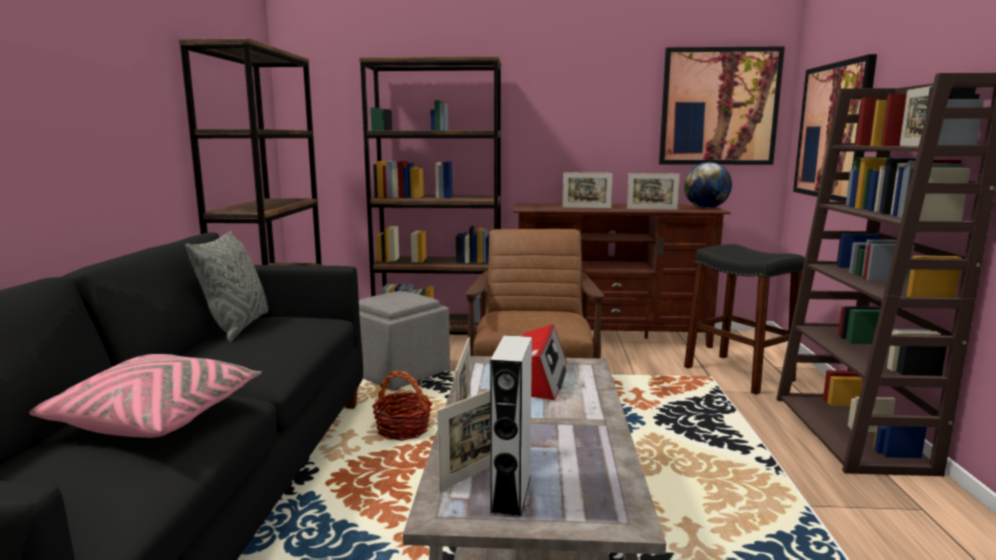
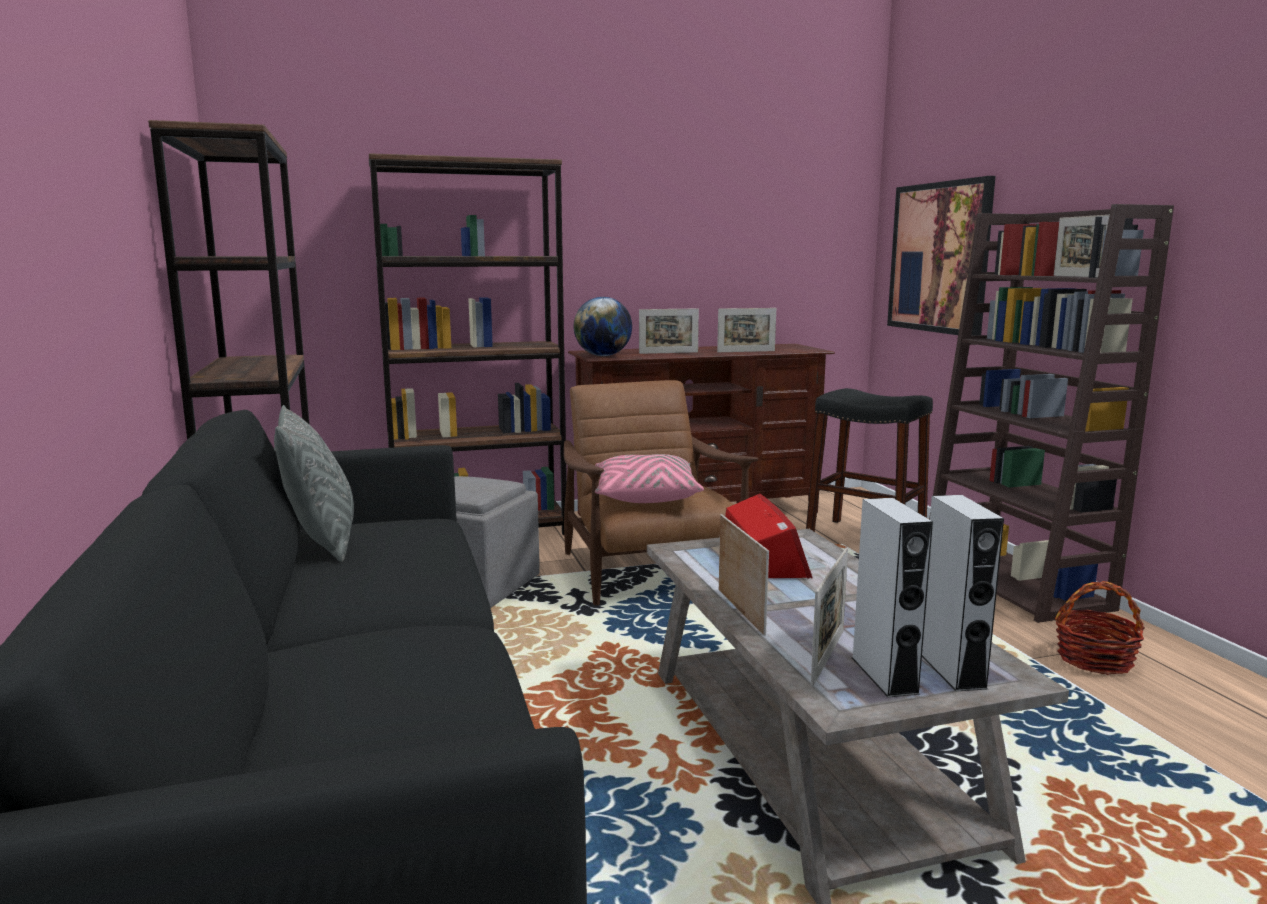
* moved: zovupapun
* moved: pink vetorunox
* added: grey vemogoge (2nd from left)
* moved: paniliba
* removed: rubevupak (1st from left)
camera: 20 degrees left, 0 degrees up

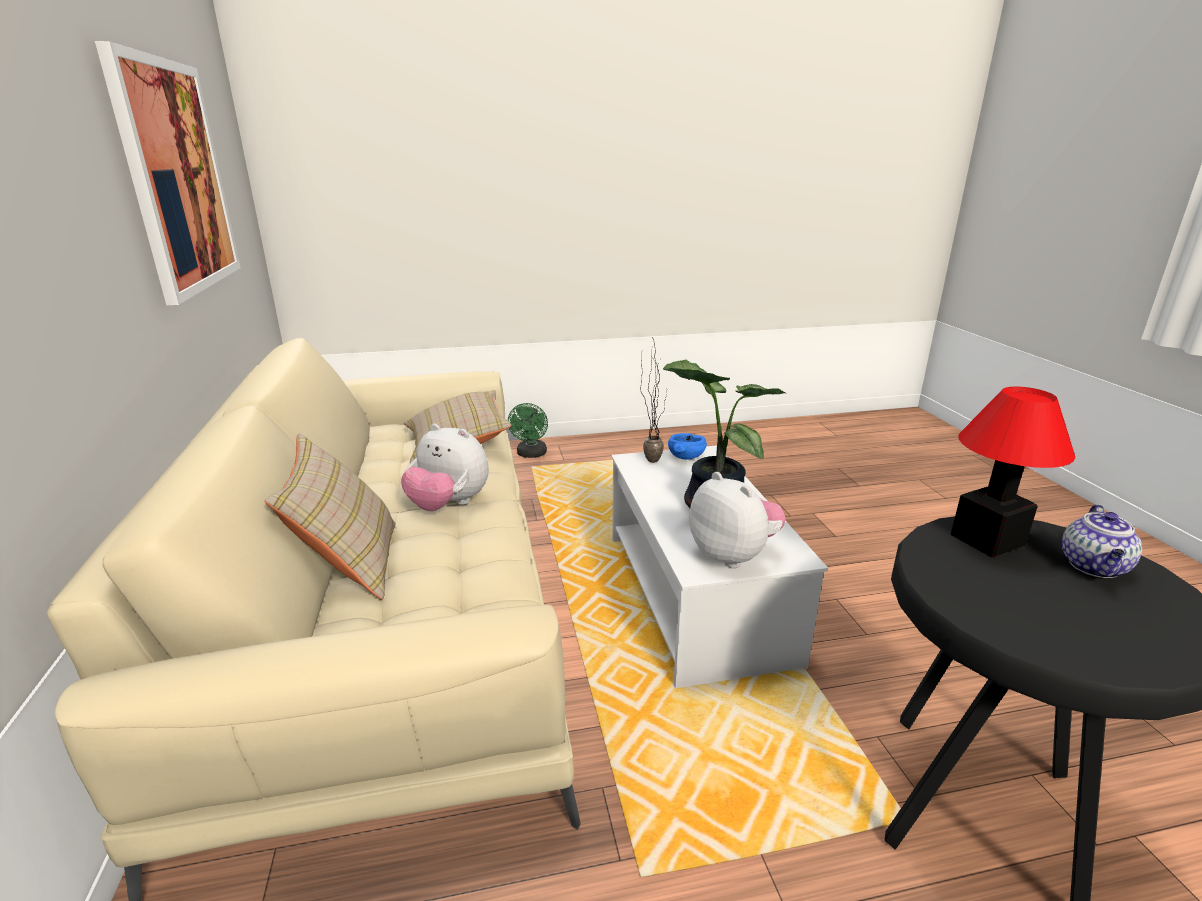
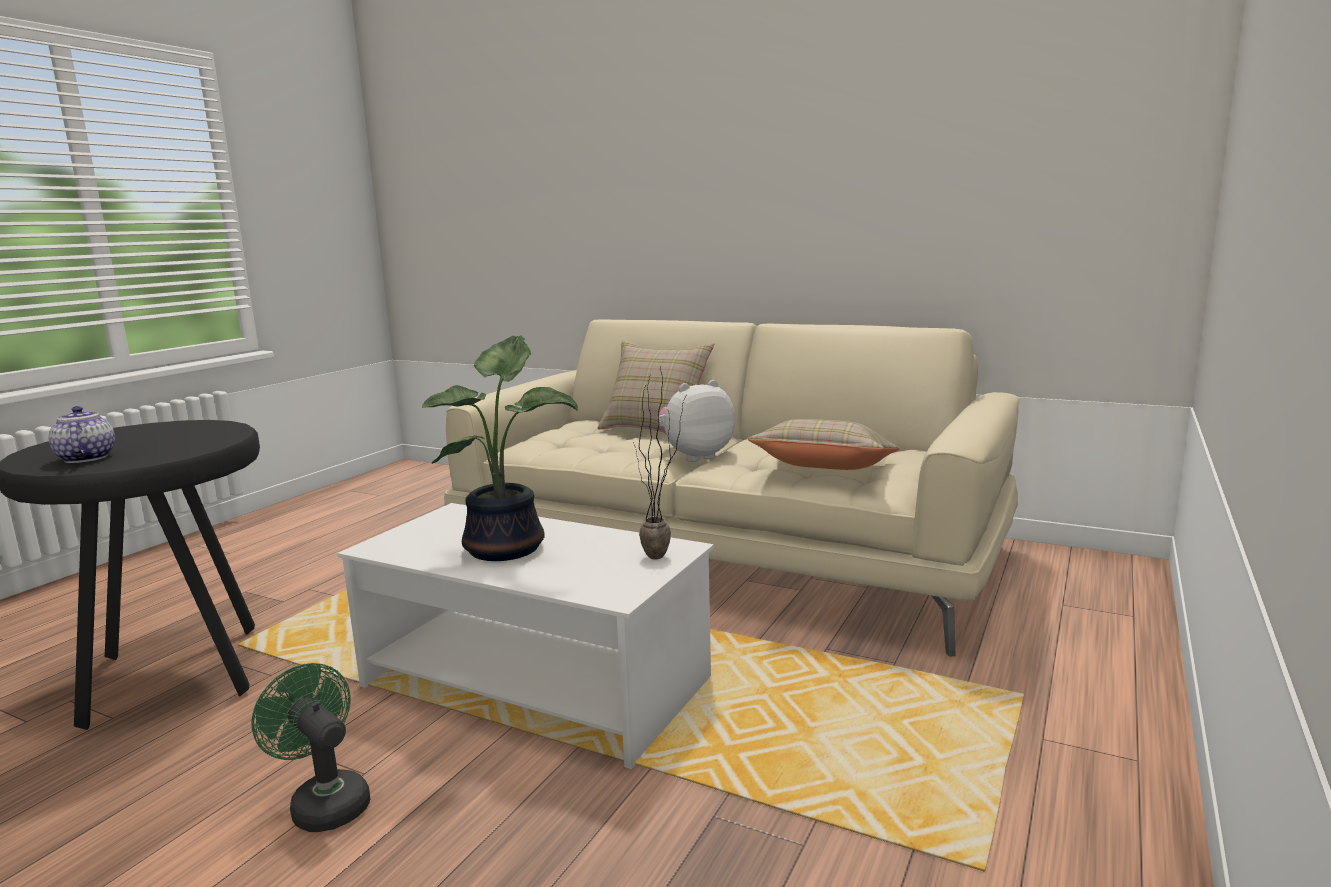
* moved: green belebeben
* removed: rubevupak
* removed: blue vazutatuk
* removed: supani (2nd from left)
* removed: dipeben
camera: 130 degrees right, 10 degrees down

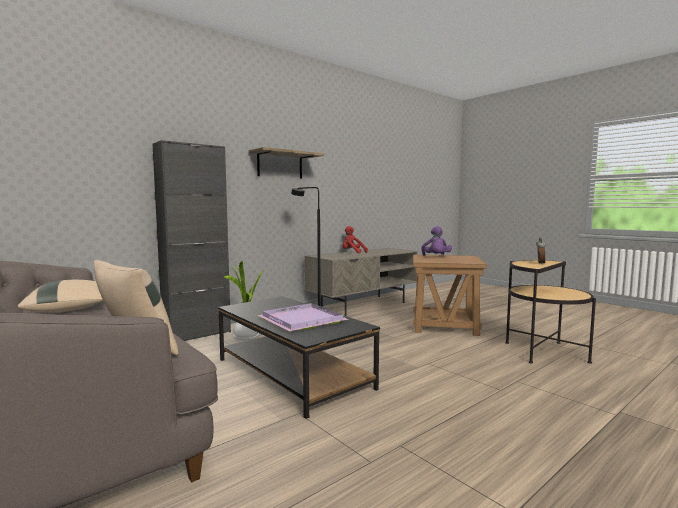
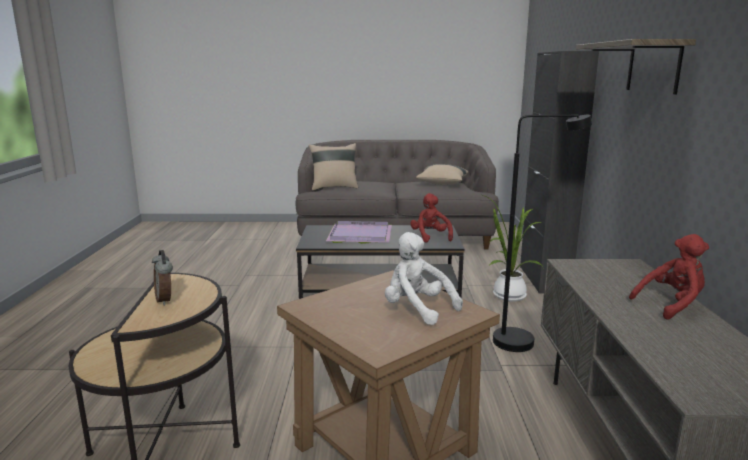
* recoloured: purple supani to white supani
* added: red supani (1st from left)
camera: 130 degrees right, 10 degrees up

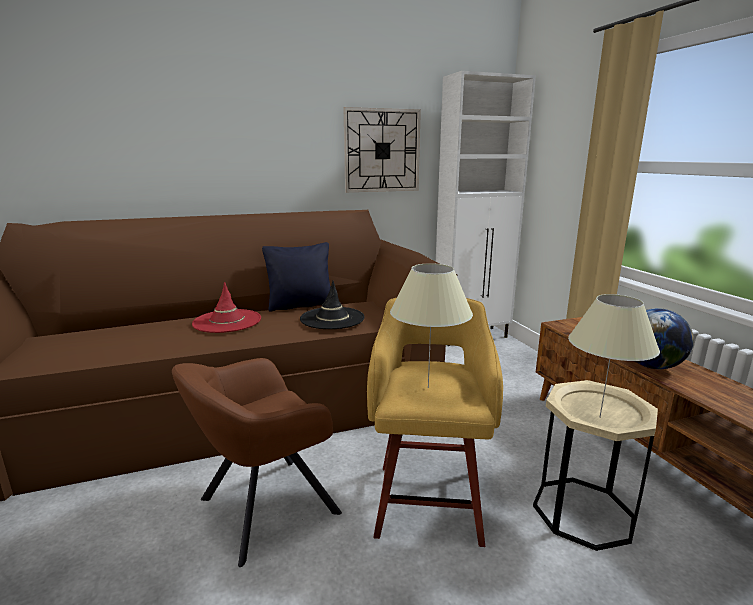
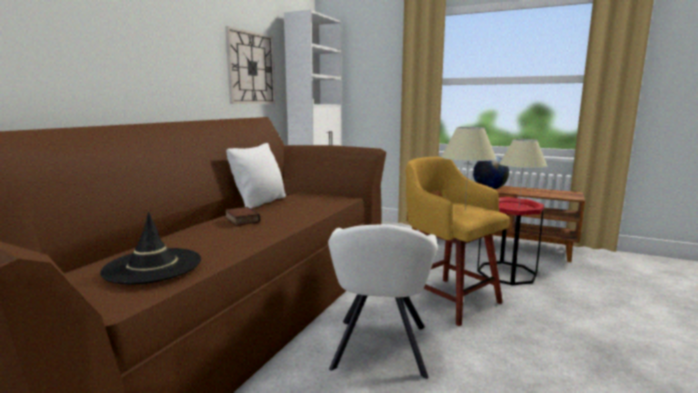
* moved: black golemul
* replaced: red golemul to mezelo
* recoloured: black vetorunox to white vetorunox
* recoloured: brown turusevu to white turusevu
* recoloured: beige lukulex to red lukulex
camera: 45 degrees left, 5 degrees down

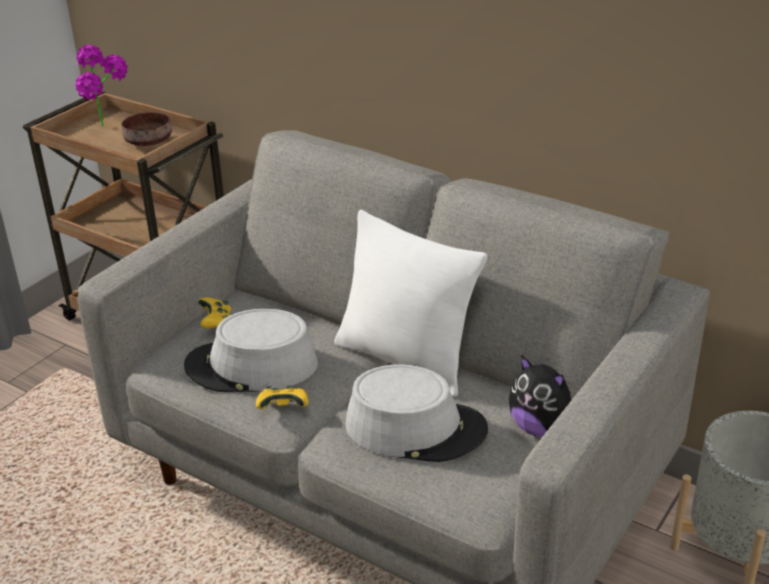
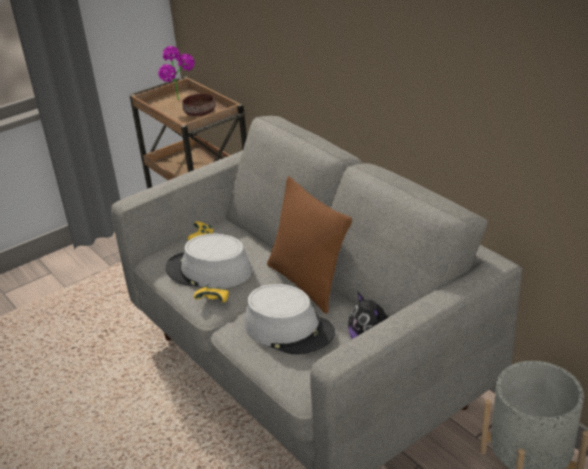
* recoloured: white vetorunox to brown vetorunox
camera: 20 degrees right, 0 degrees up

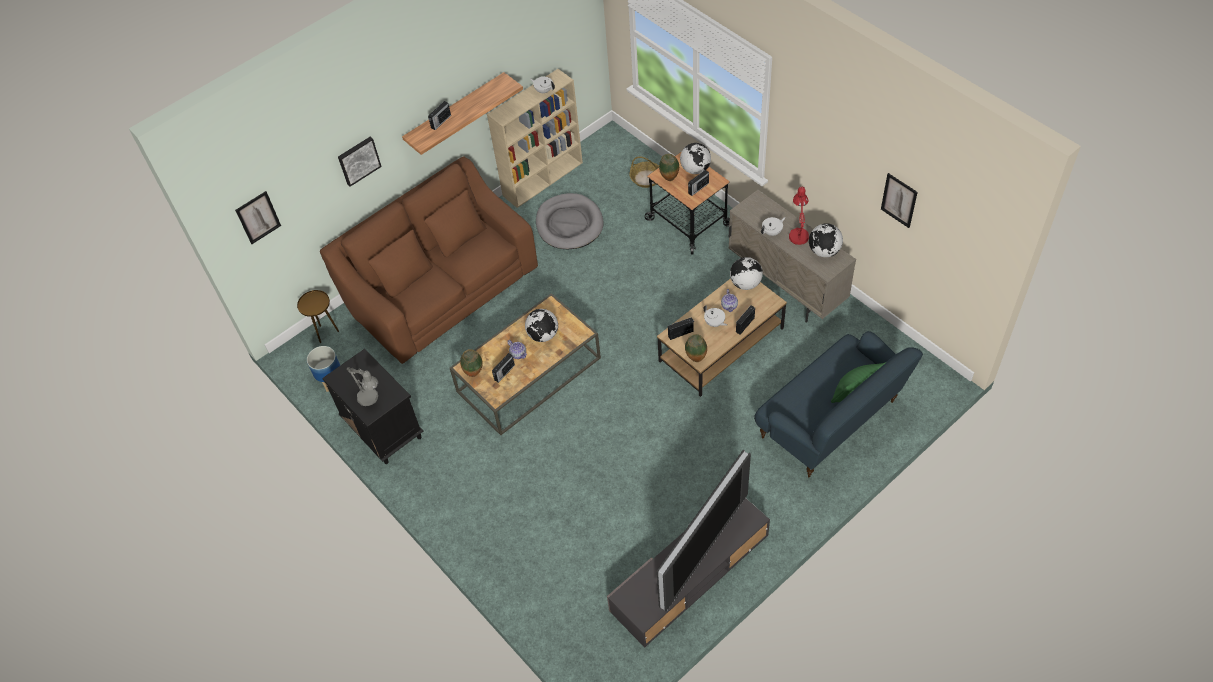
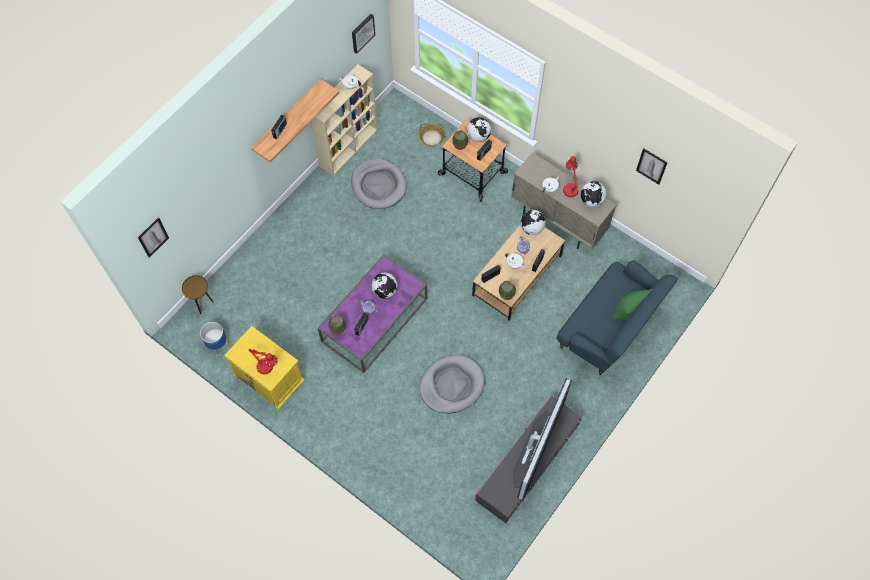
* recoloured: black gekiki to yellow gekiki
* recoloured: grey dipeben to red dipeben (1st from left)
* recoloured: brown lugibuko (1st from left) to purple lugibuko
* moved: rubevupak (2nd from left)
* added: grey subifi (2nd from left)
* removed: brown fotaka
camera: 15 degrees left, 10 degrees up

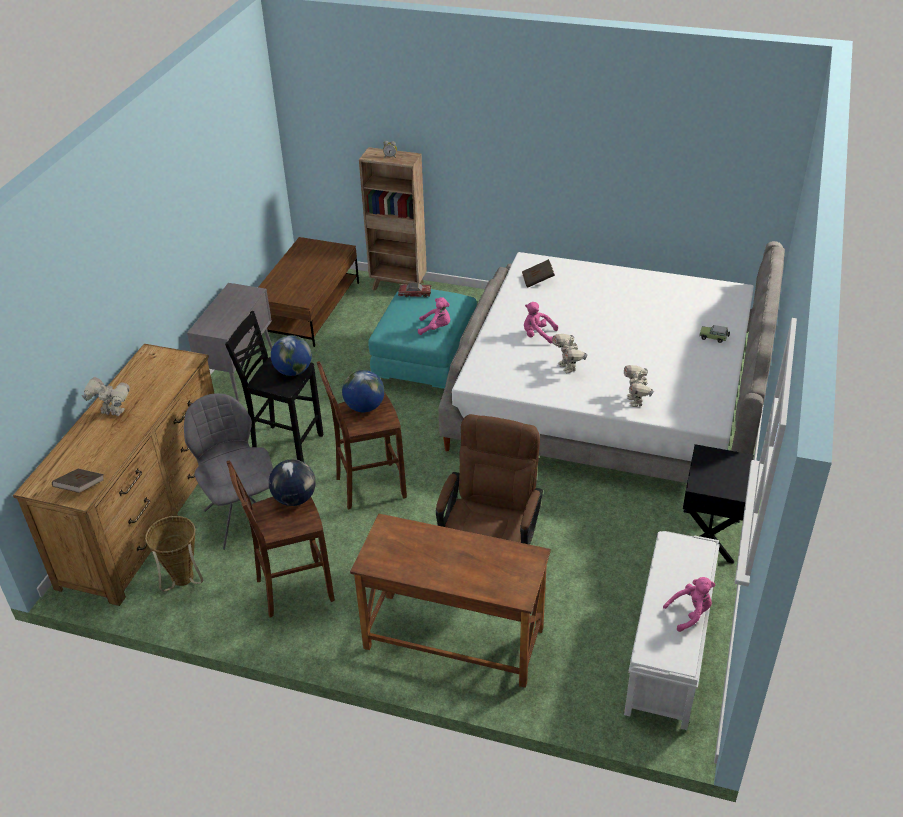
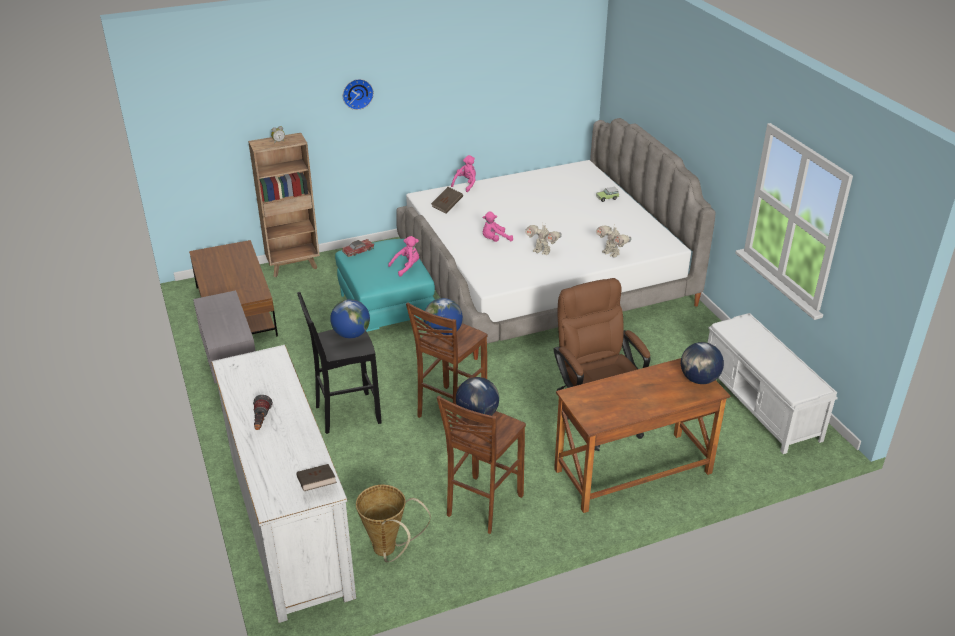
* recoloured: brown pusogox to white pusogox
* replaced: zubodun (1st from left) to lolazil
* added: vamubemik
* moved: pink supani (3rd from left in the first image) to pink supani (2nd from left)
* added: zovupapun (4th from left)
* removed: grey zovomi
* removed: black gekiki
camera: 40 degrees left, 5 degrees down

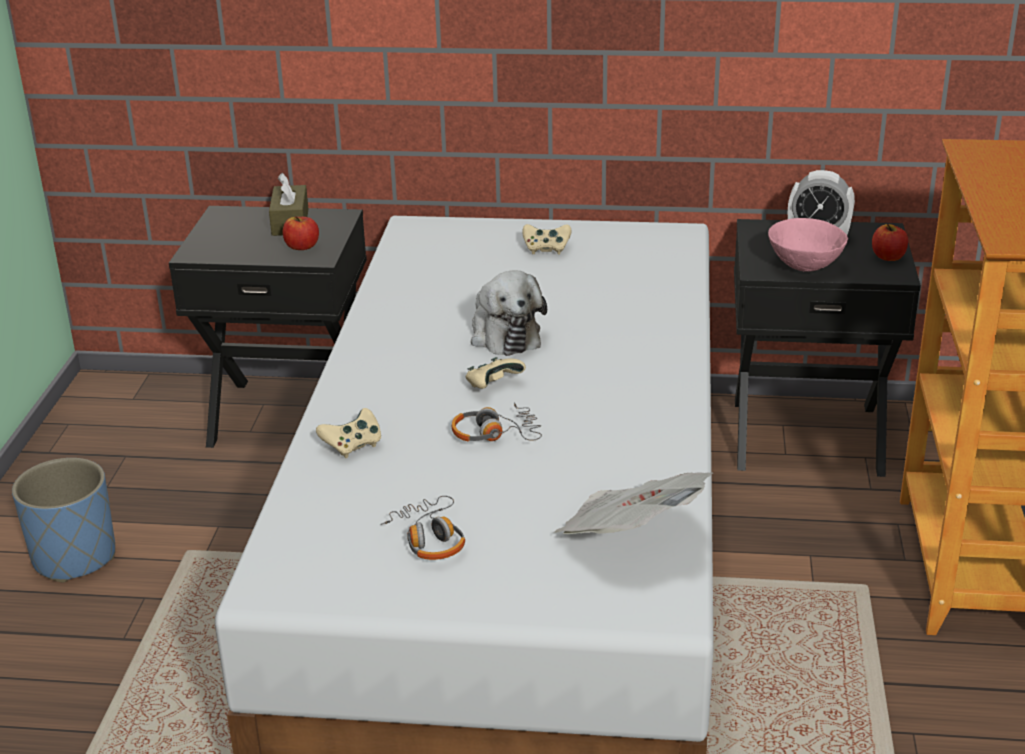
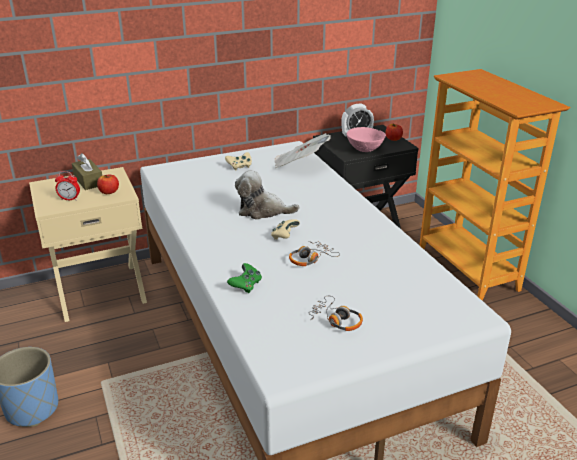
* recoloured: black gekiki (1st from left) to beige gekiki
* added: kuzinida (1st from left)
* recoloured: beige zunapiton (1st from left) to green zunapiton
* turned: supani 150 degrees clockwise
* moved: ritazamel
camera: 30 degrees left, 0 degrees up

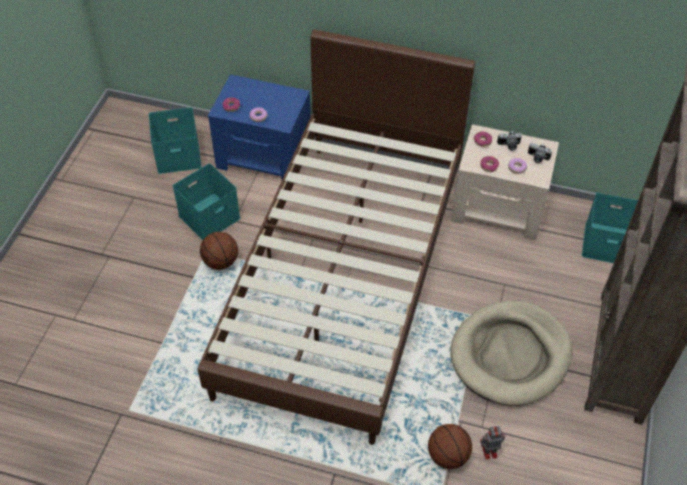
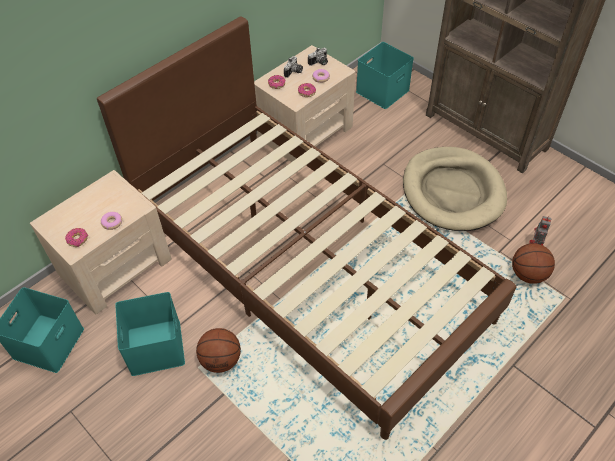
* recoloured: blue gekiki to beige gekiki (1st from left)
camera: 60 degrees left, 0 degrees up

